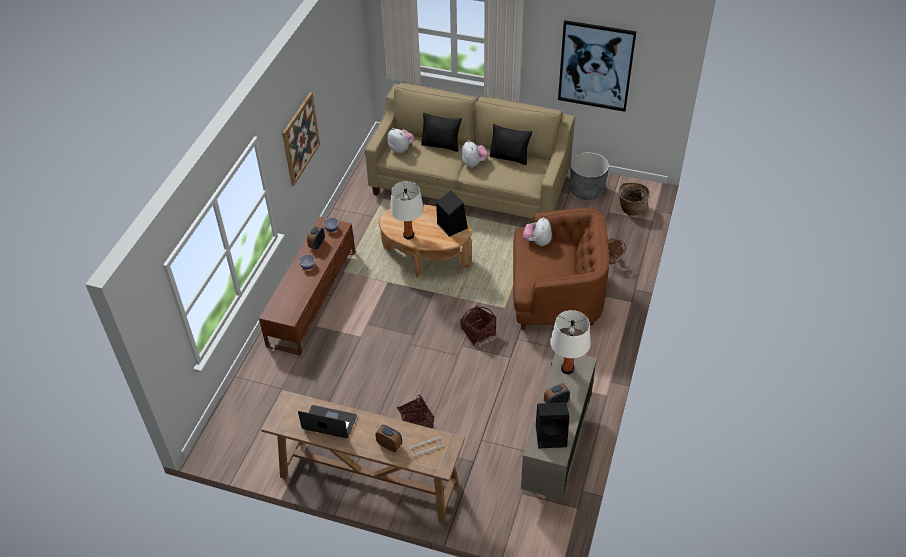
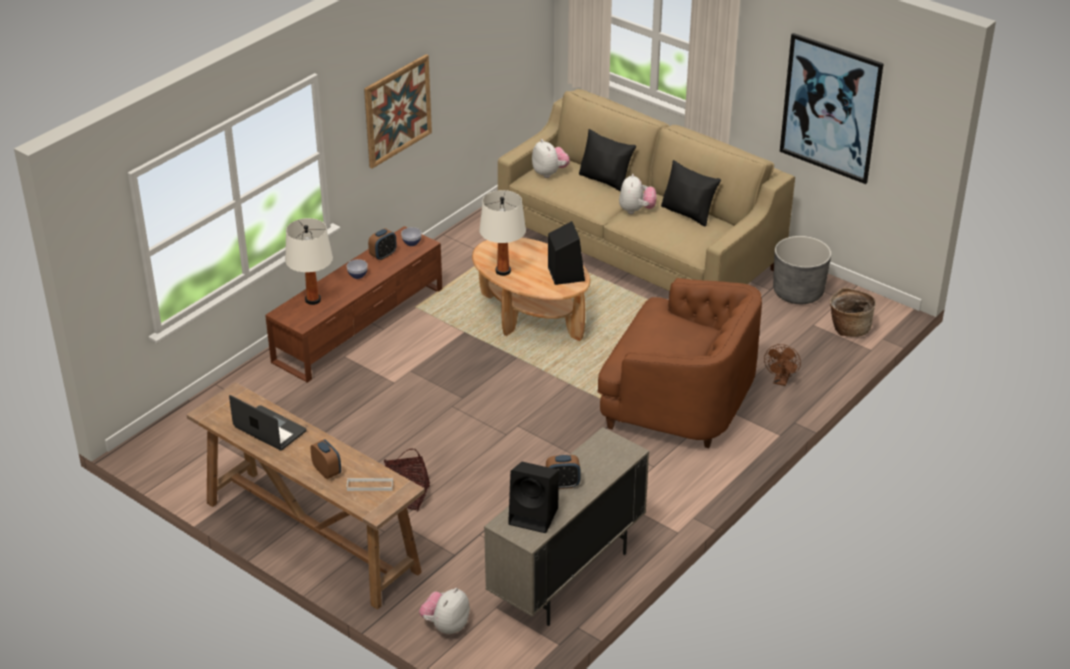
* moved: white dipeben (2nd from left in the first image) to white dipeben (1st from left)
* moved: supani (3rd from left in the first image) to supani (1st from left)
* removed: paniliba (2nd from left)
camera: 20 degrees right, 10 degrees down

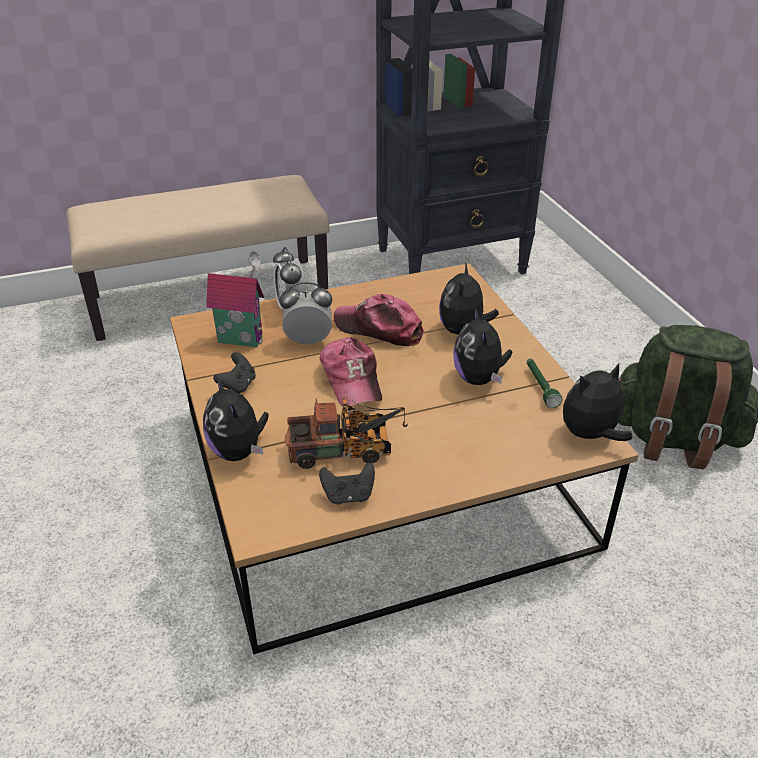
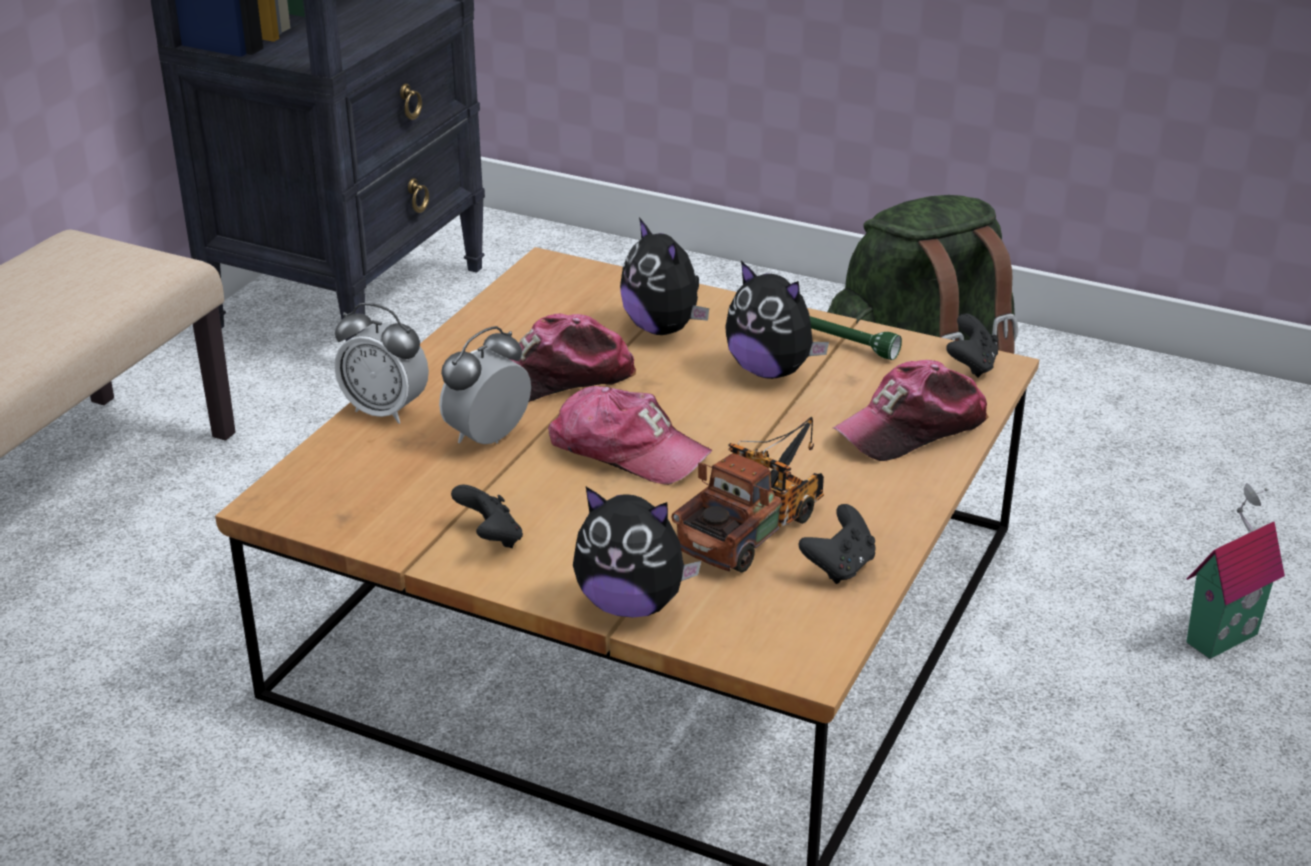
* added: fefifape (3rd from left)
* replaced: supani (4th from left) to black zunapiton (3rd from left)
* moved: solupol
camera: 45 degrees left, 5 degrees down

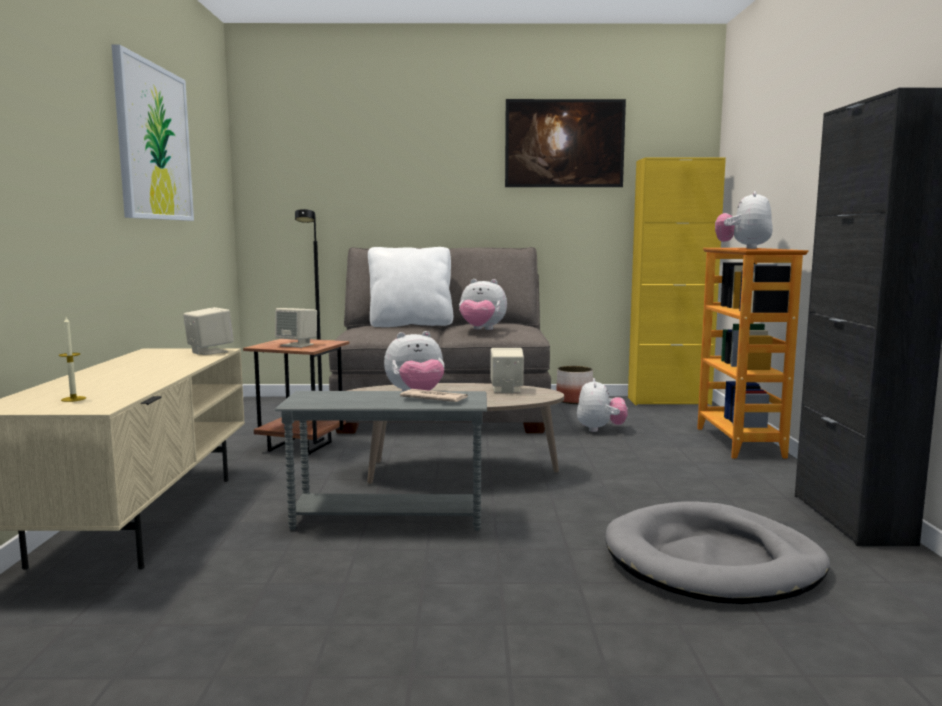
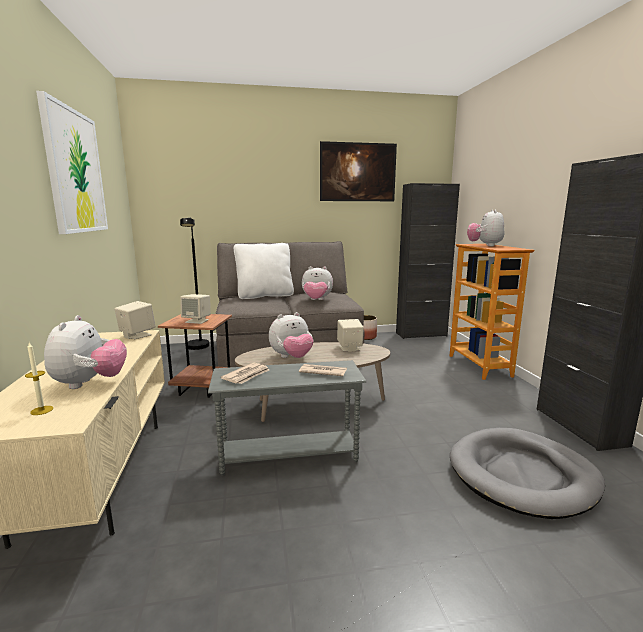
* moved: supani (3rd from left in the first image) to supani (1st from left)
* added: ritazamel (1st from left)
* recoloured: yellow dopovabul to black dopovabul (1st from left)
camera: 10 degrees left, 5 degrees up

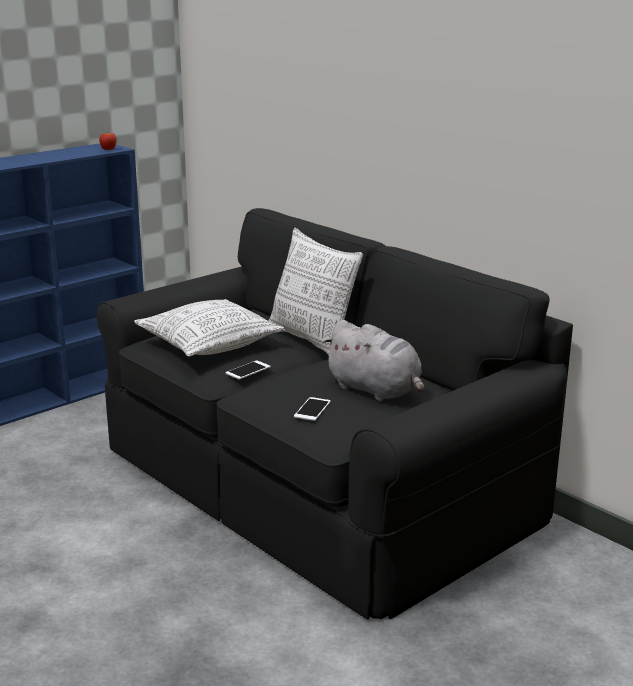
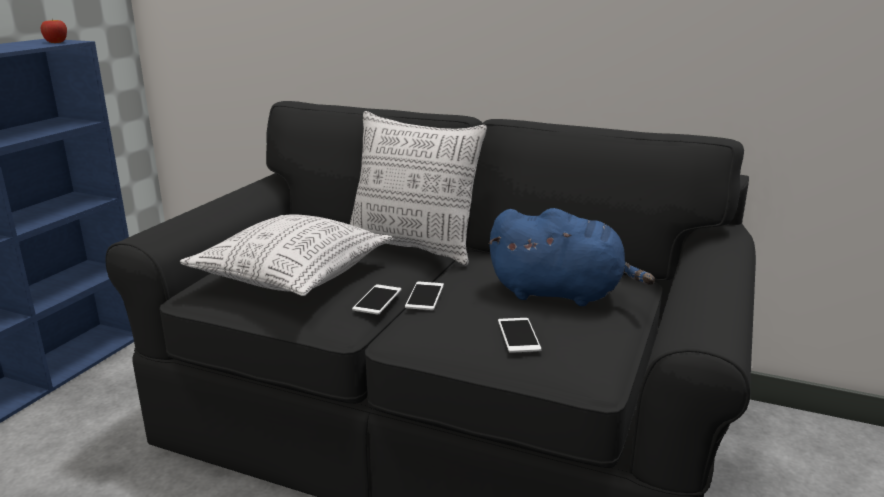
* added: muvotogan (2nd from left)
* recoloured: grey supani to blue supani
camera: 25 degrees left, 0 degrees up

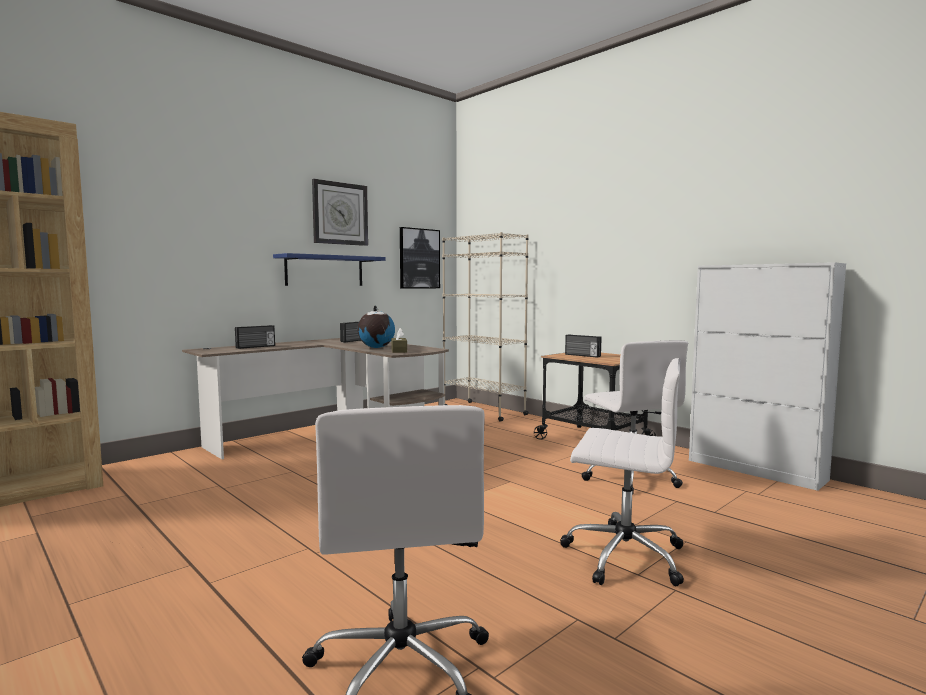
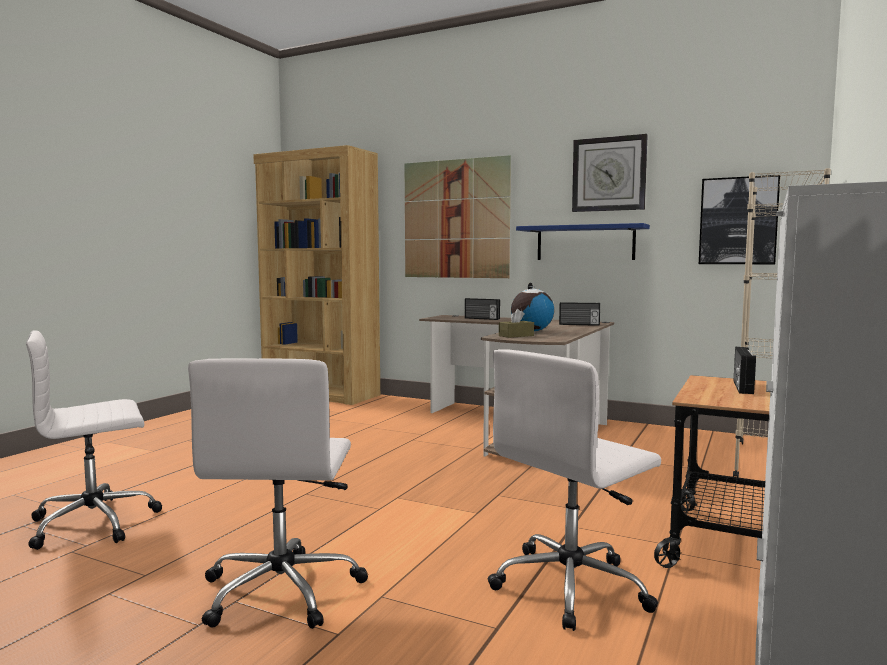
* added: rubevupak (1st from left)
camera: 70 degrees right, 0 degrees up

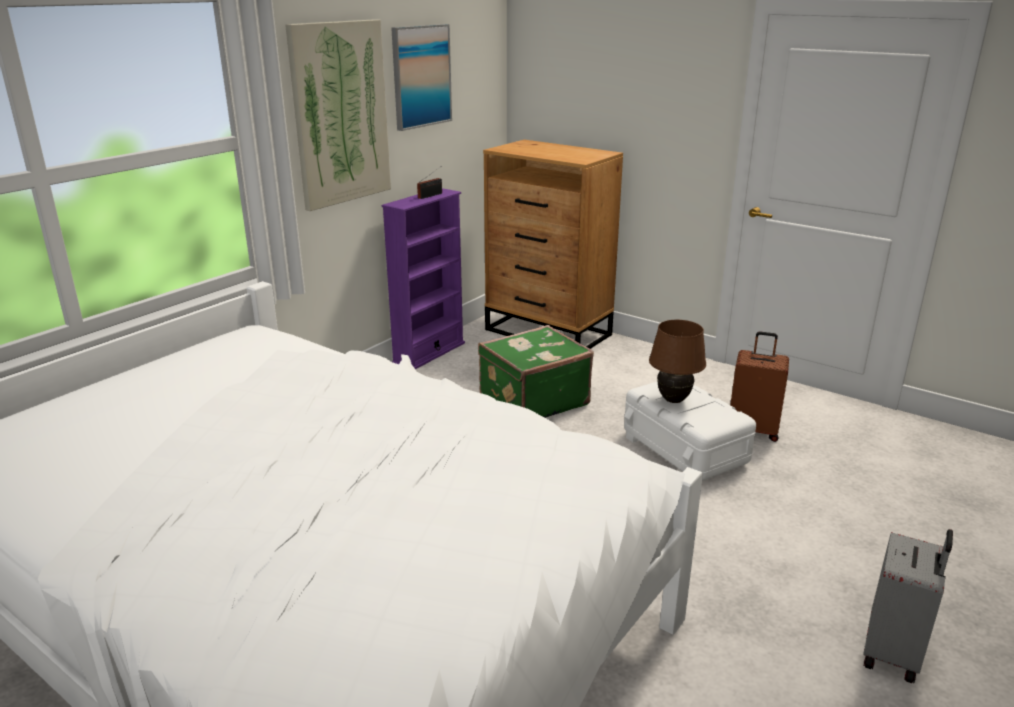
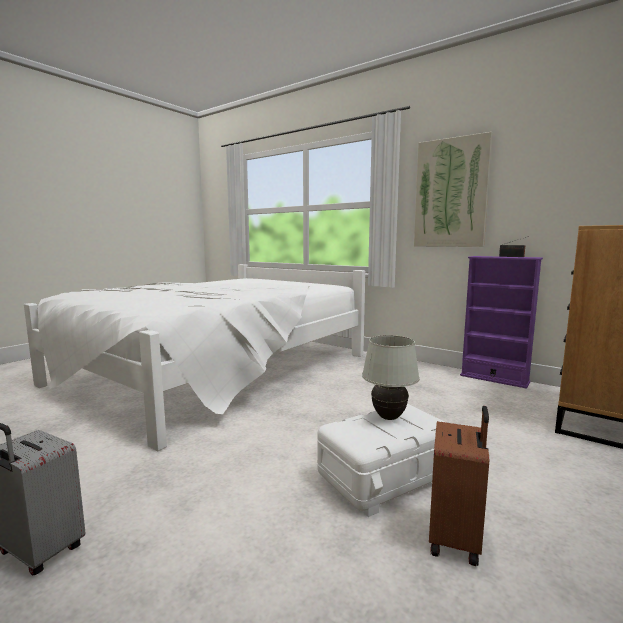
* recoloured: brown dipeben to white dipeben
* removed: rubevupak (2nd from left)
* removed: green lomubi
camera: 90 degrees right, 15 degrees down

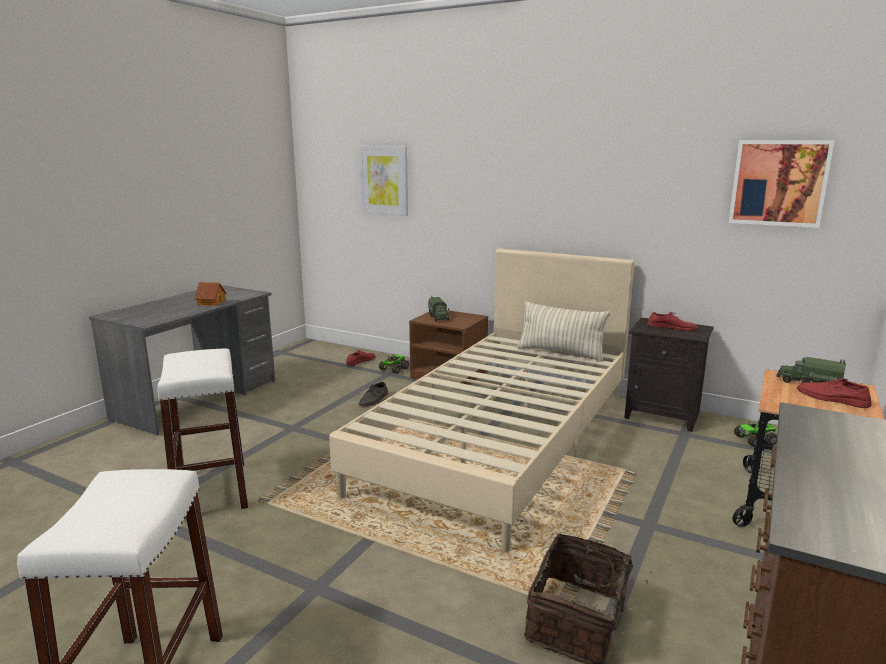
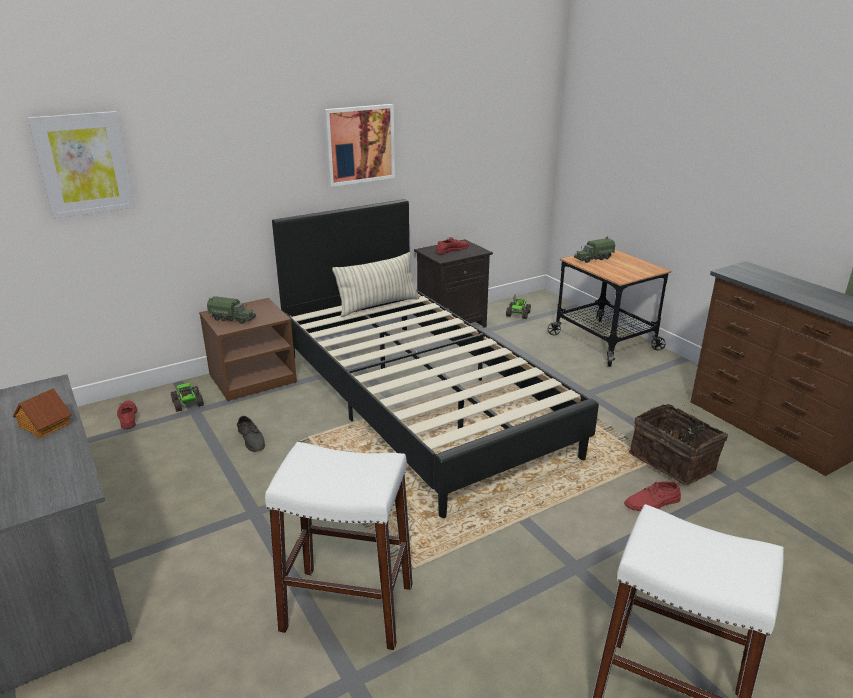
* recoloured: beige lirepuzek to black lirepuzek
* moved: rubevupak (2nd from left)
* moved: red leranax (3rd from left)
camera: 60 degrees left, 10 degrees up

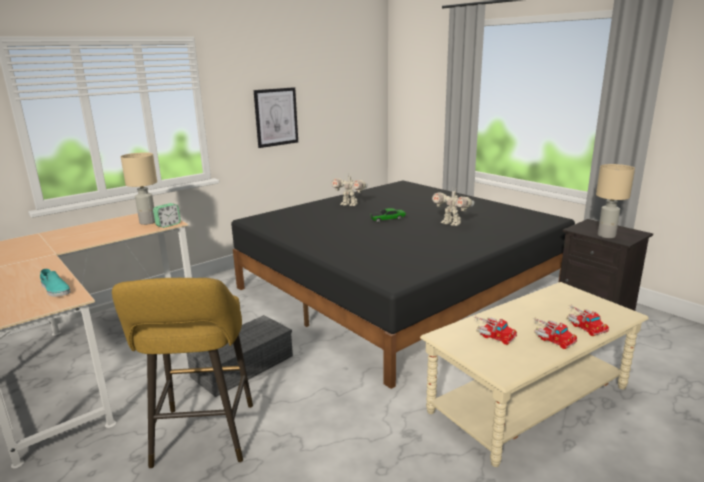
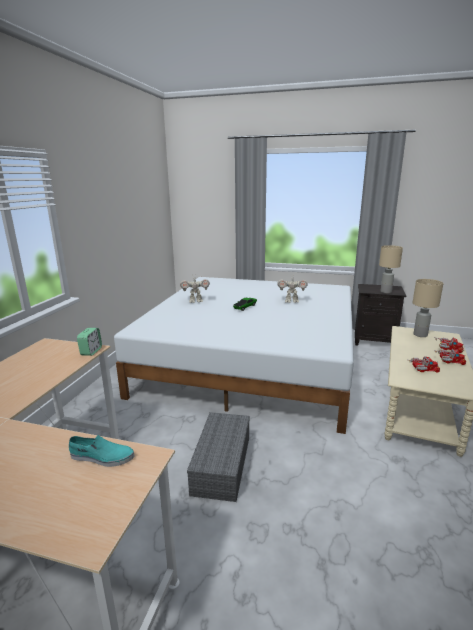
* recoloured: black lirepuzek to white lirepuzek
* moved: beige dipeben (1st from left in the first image) to beige dipeben (2nd from left)
* removed: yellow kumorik
* removed: rubevupak
camera: 35 degrees left, 0 degrees up

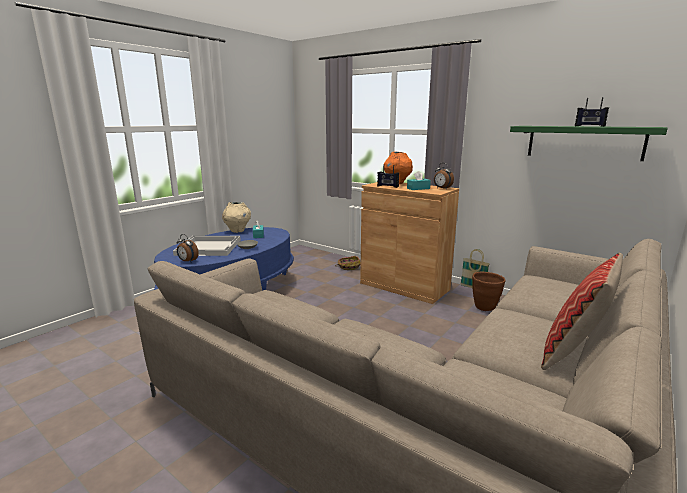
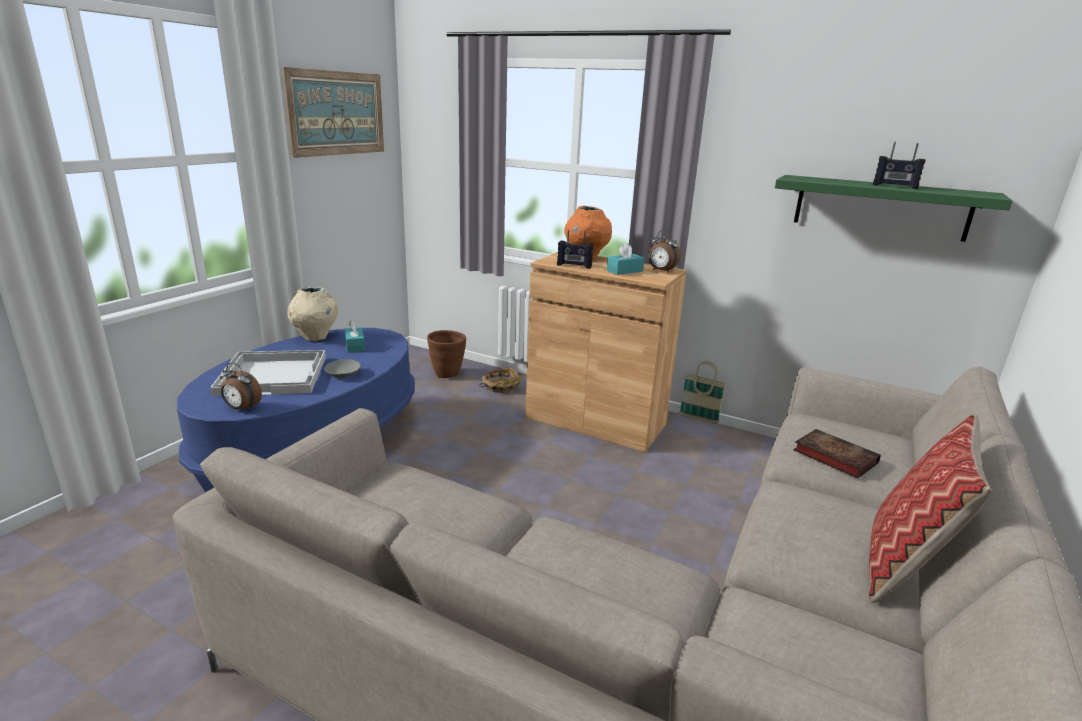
* added: rubevupak
* moved: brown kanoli
* added: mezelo
camera: 10 degrees left, 5 degrees up

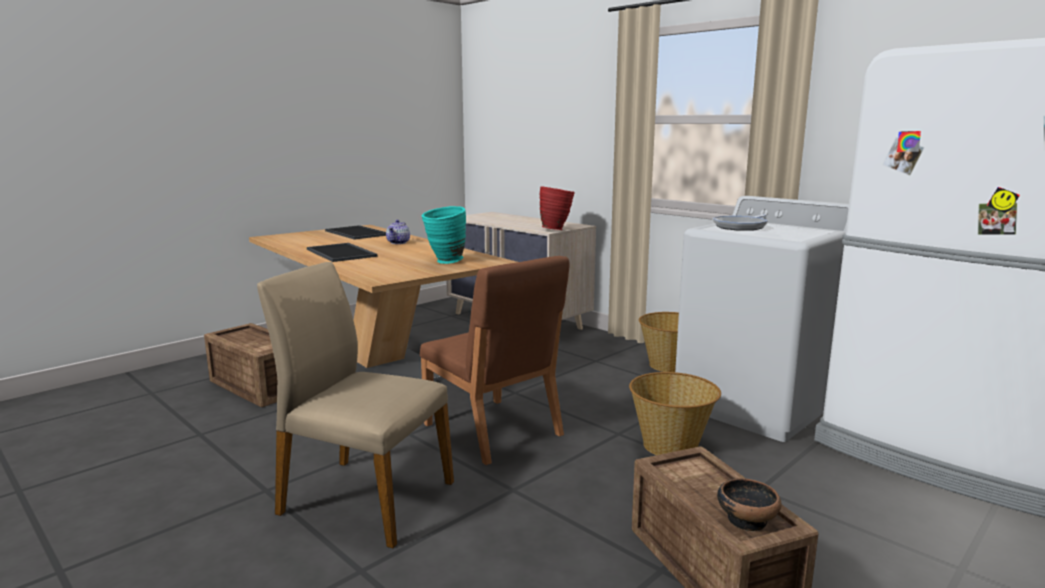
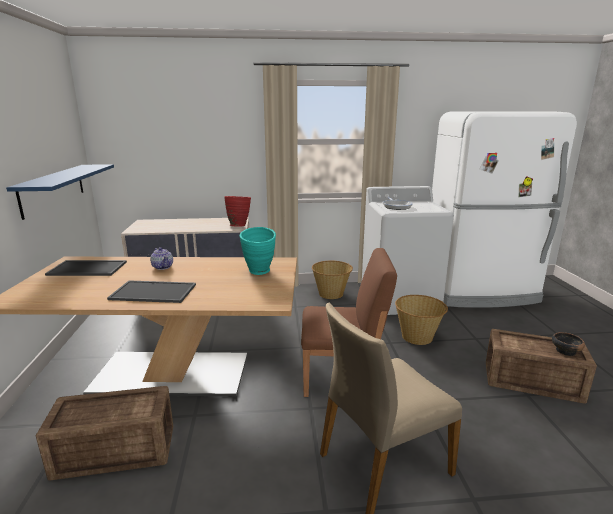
* added: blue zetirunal
camera: 50 degrees left, 5 degrees up

